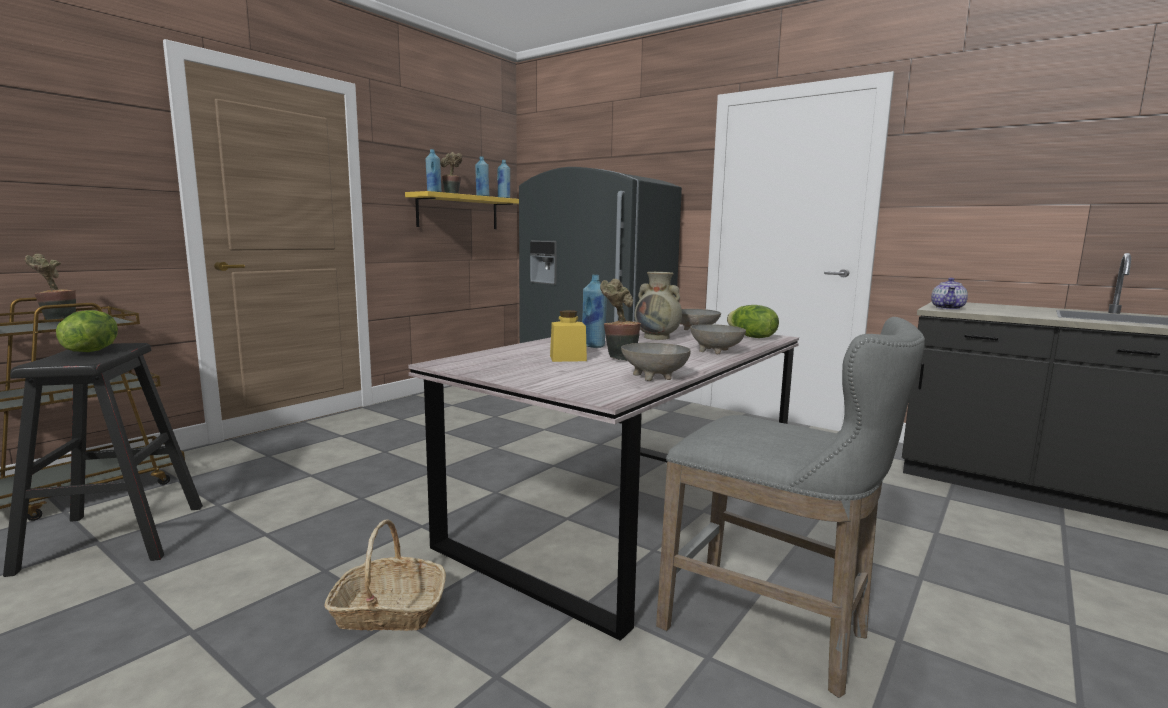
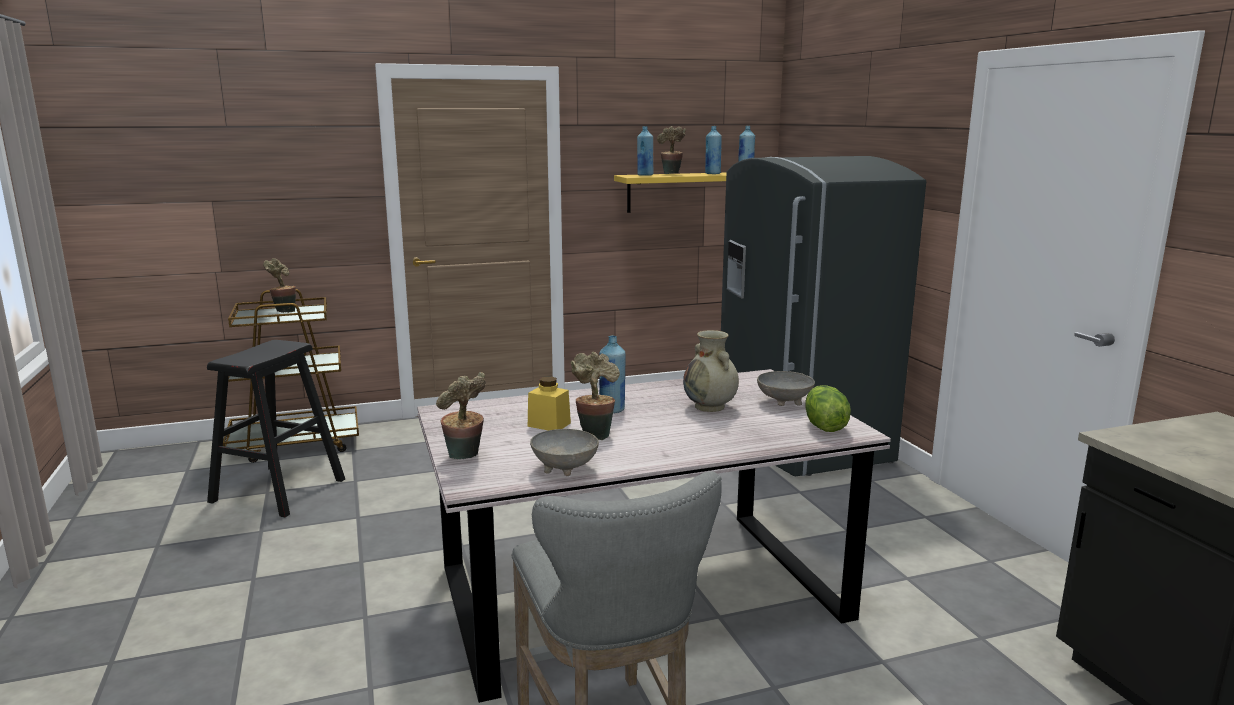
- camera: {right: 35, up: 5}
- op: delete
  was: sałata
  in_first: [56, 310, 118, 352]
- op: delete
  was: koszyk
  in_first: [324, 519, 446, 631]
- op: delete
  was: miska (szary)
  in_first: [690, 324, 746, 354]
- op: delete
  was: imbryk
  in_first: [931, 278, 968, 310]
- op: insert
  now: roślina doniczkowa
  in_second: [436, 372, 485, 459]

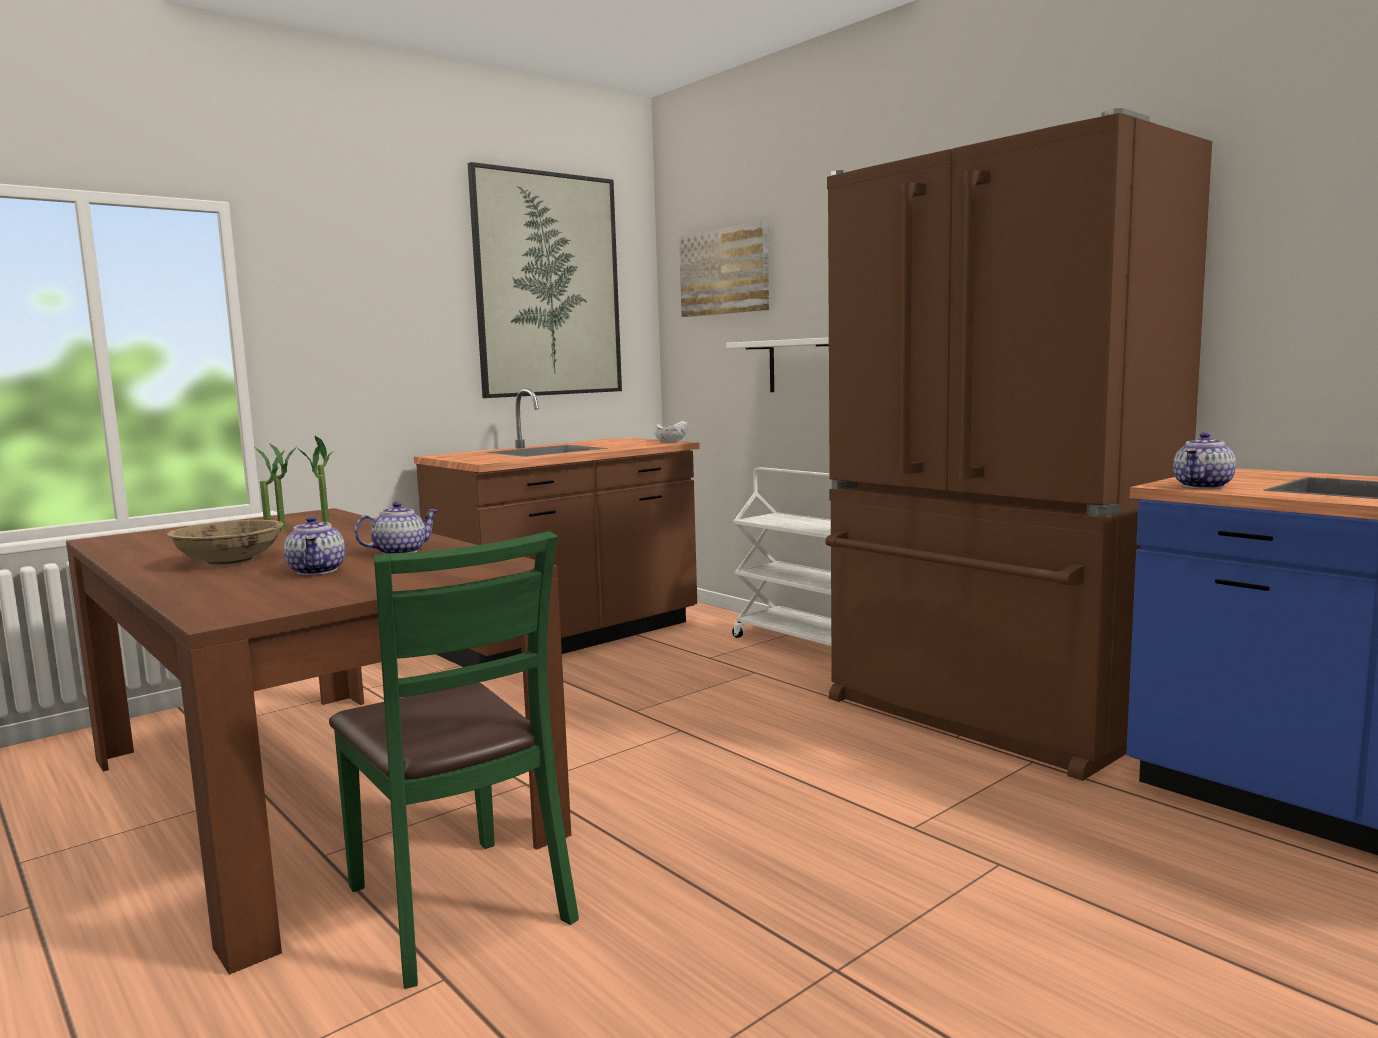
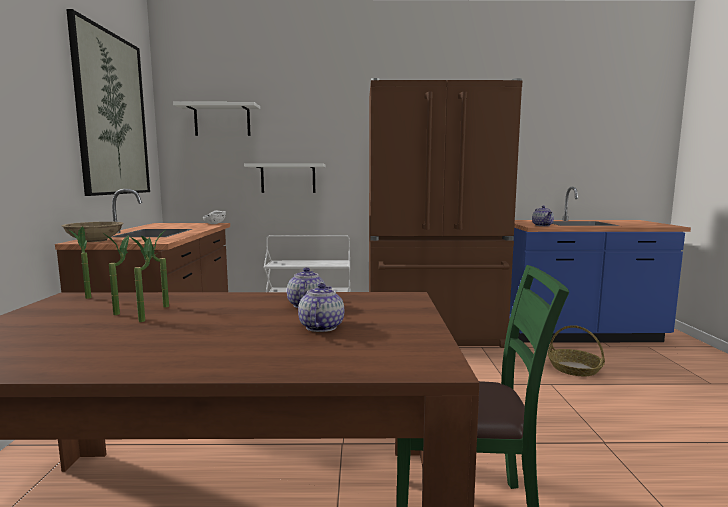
- camera: {right: -50, up: 0}
- op: move
  was: miska (beżowy)
  in_first: [167, 520, 283, 565]
  in_second: [62, 222, 124, 242]
- op: rotate
  was: imbryk
  in_first: [284, 516, 345, 575]
  in_second: [298, 283, 344, 332]
  clockwise: -105
- op: replace
  was: obraz
  now: półka (biały)
  in_first: [679, 221, 769, 317]
  in_second: [173, 102, 260, 136]
- op: insert
  now: koszyk
  in_second: [548, 325, 605, 376]

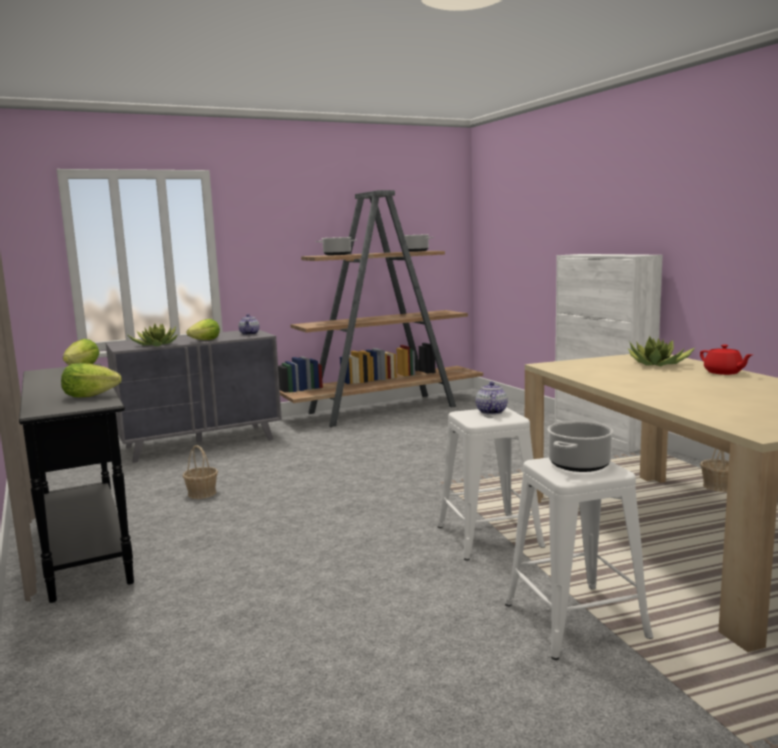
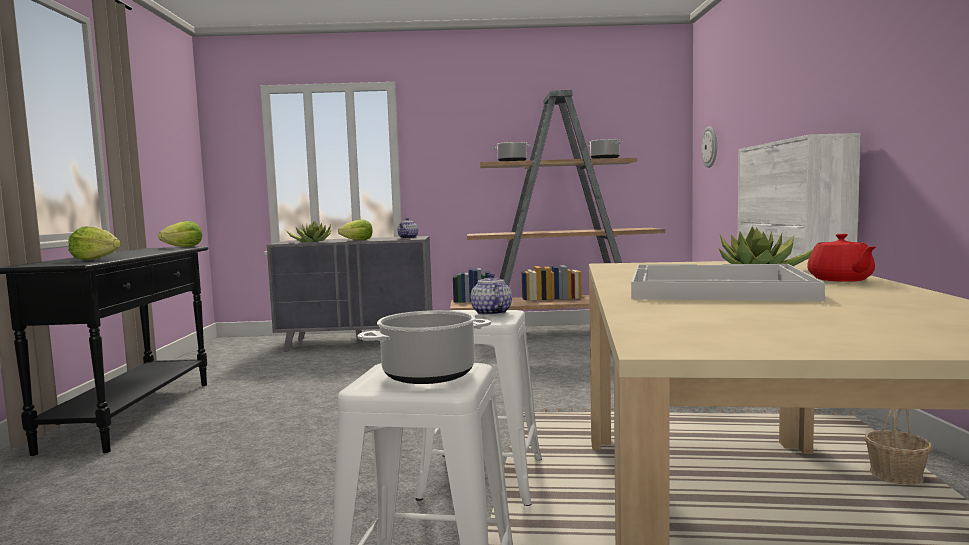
- camera: {right: 25, up: -5}
- op: delete
  was: koszyk
  in_first: [183, 445, 218, 499]
- op: rotate
  was: imbryk
  in_first: [475, 382, 508, 415]
  in_second: [471, 273, 512, 316]
  clockwise: -45
- op: insert
  now: taca (biały)
  in_second: [631, 264, 825, 301]
- op: insert
  now: zegar ścienny
  in_second: [701, 126, 717, 168]

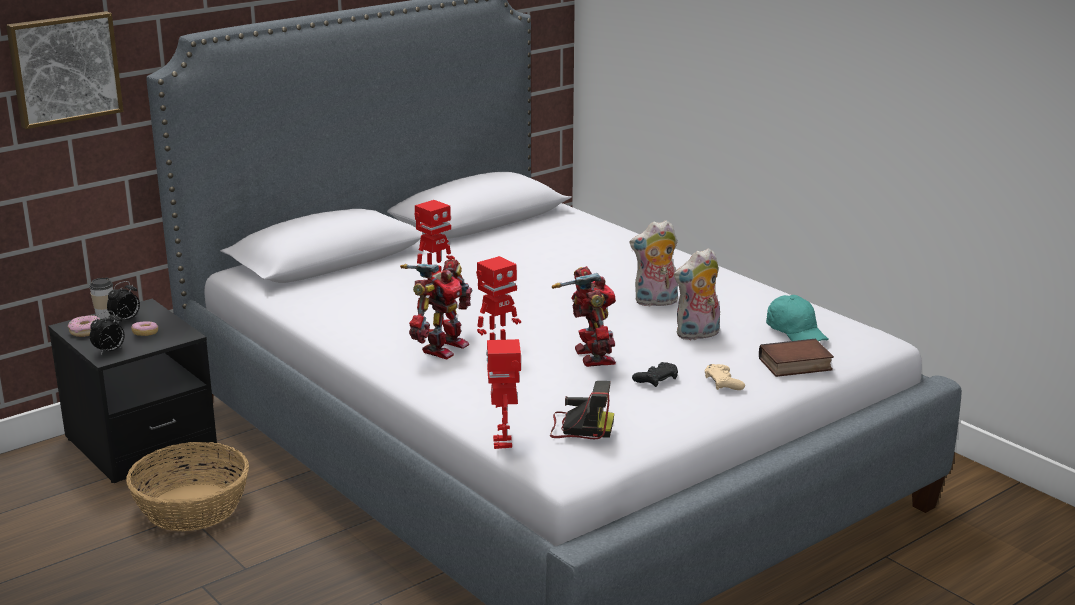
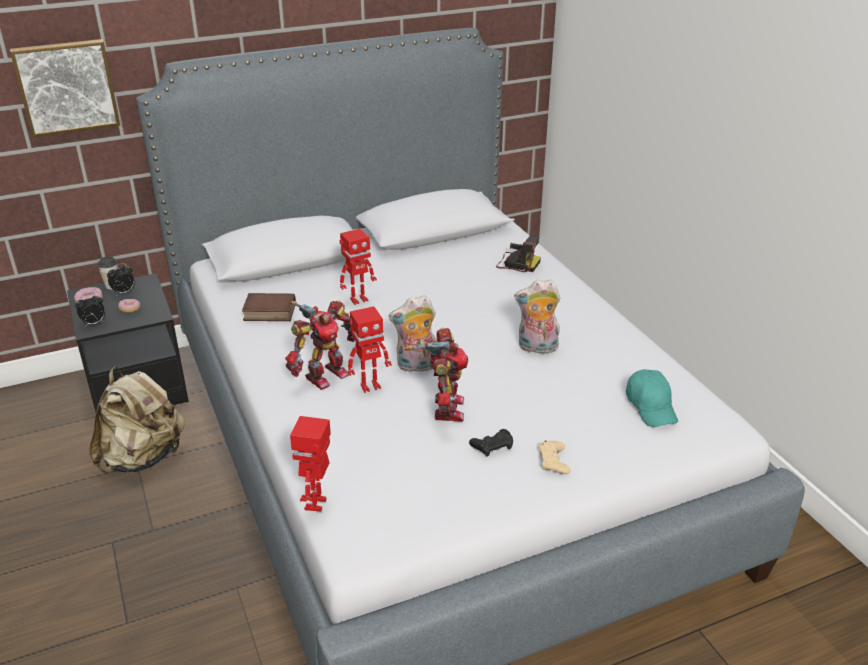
- camera: {right: 15, up: 10}
- op: replace
  was: koszyk
  now: plecak (beżowy)
  in_first: [126, 442, 249, 531]
  in_second: [89, 366, 185, 473]
- op: move
  was: aparat fotograficzny
  in_first: [550, 381, 614, 439]
  in_second: [496, 235, 541, 272]
- op: move
  was: pluszak
  in_first: [674, 248, 720, 340]
  in_second: [389, 295, 437, 372]
- op: move
  was: książka
  in_first: [759, 339, 834, 377]
  in_second: [242, 293, 296, 321]

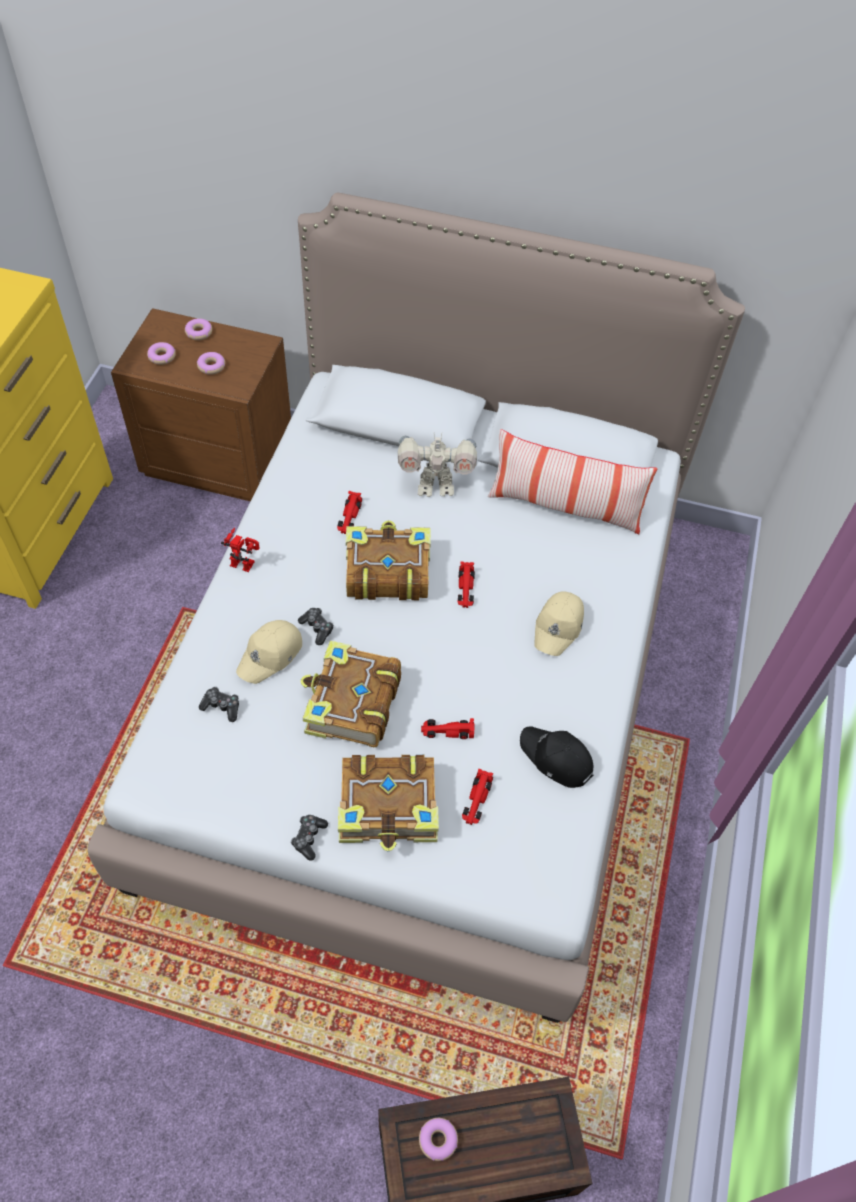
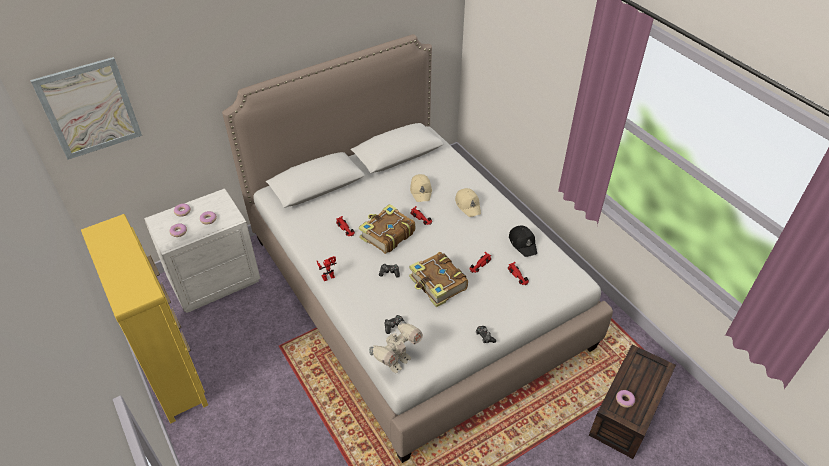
- camera: {right: -45, up: -10}
- op: recolor
  was: szafka nocna (brązowy)
  now: szafka nocna (biały)
  in_first: [111, 308, 291, 501]
  in_second: [144, 188, 261, 313]
- op: move
  was: czapka z daszkiem (beżowy)
  in_first: [236, 620, 302, 684]
  in_second: [410, 174, 432, 202]
- op: delete
  was: książka
  in_first: [338, 755, 439, 851]
- op: move
  was: robot zabawkowy
  in_first: [398, 434, 477, 497]
  in_second: [369, 321, 423, 373]
- op: delete
  was: poduszka
  in_first: [488, 429, 658, 534]
- op: rotate
  was: czapka z daszkiem (czarny)
  in_first: [520, 727, 594, 788]
  in_second: [509, 225, 537, 257]
  clockwise: -105
- op: insert
  now: obraz
  in_second: [30, 57, 142, 160]

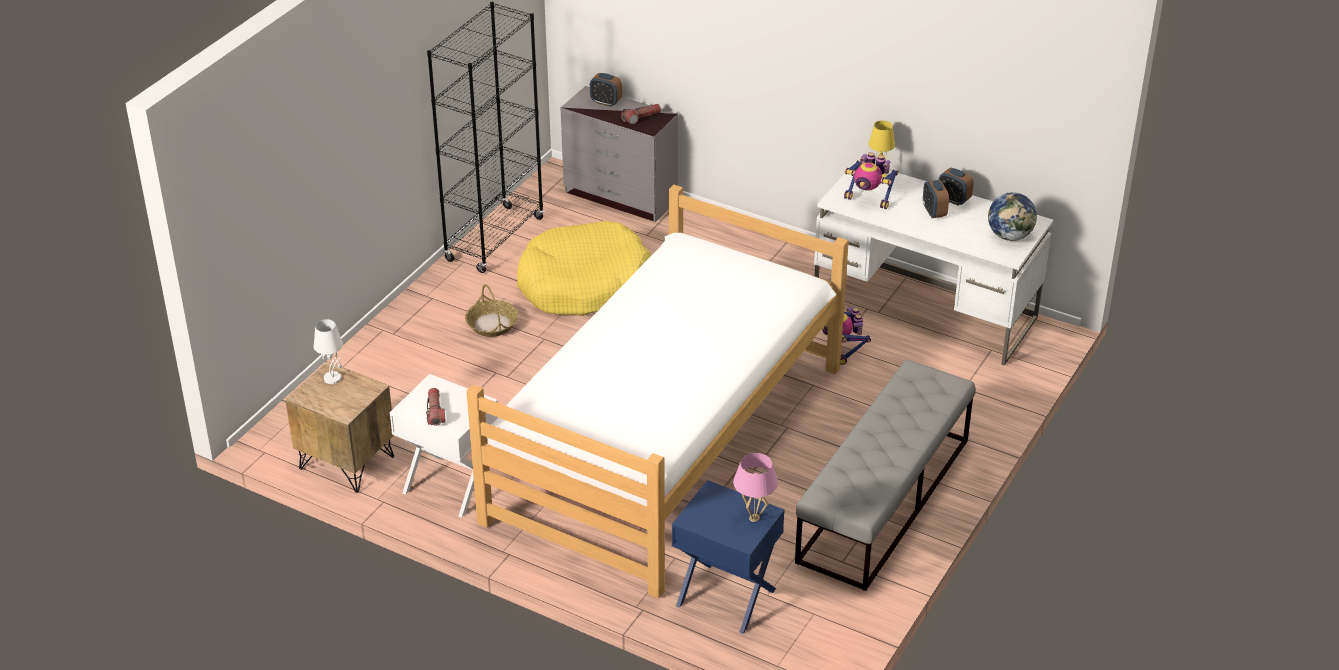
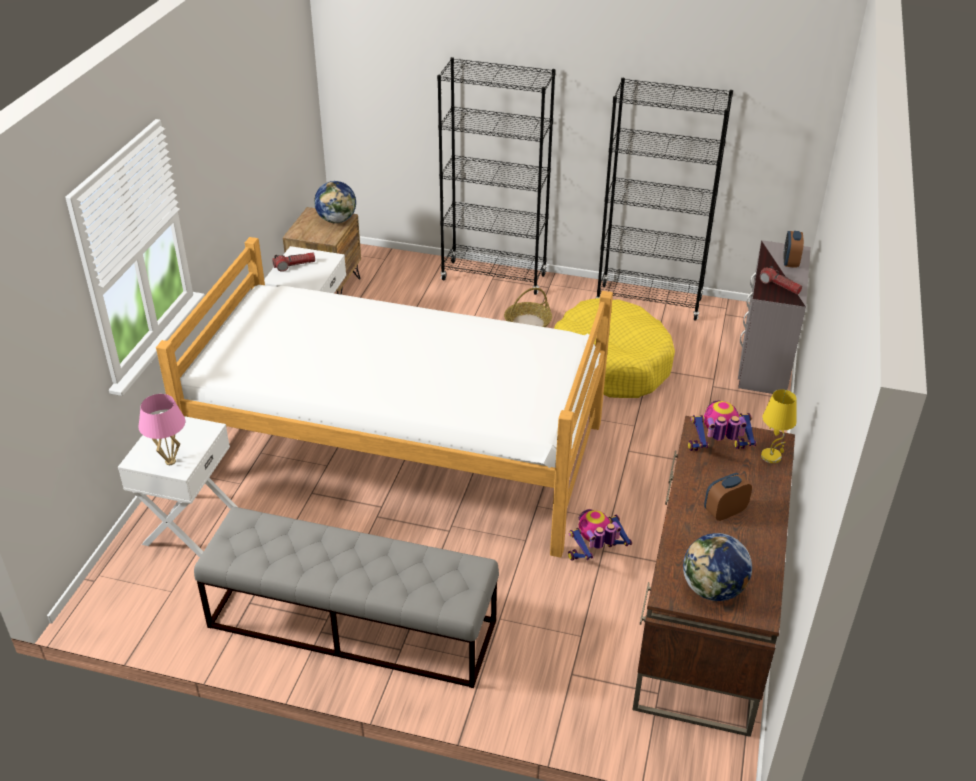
- camera: {right: 75, up: 0}
- op: replace
  was: lampa stołowa (biały)
  now: globus
  in_first: [314, 319, 343, 384]
  in_second: [314, 181, 356, 223]
- op: recolor
  was: szafka nocna (niebieski)
  now: szafka nocna (biały)
  in_first: [672, 480, 785, 634]
  in_second: [118, 412, 237, 557]
- op: recolor
  was: biurko (biały)
  now: biurko (brązowy)
  in_first: [814, 160, 1053, 365]
  in_second: [632, 416, 795, 737]
- op: rotate
  was: robot zabawkowy
  in_first: [844, 152, 898, 209]
  in_second: [688, 401, 757, 451]
  clockwise: 75
- op: delete
  was: budzik
  in_first: [939, 168, 974, 206]
- op: insert
  now: regał (czarny)
  in_second: [437, 57, 556, 295]

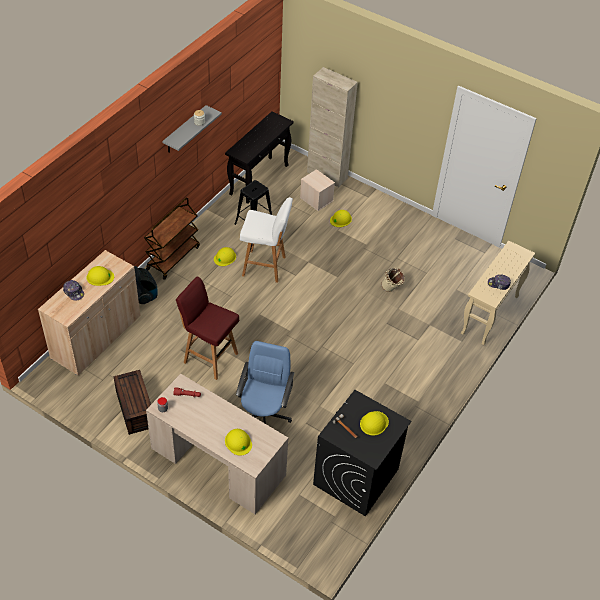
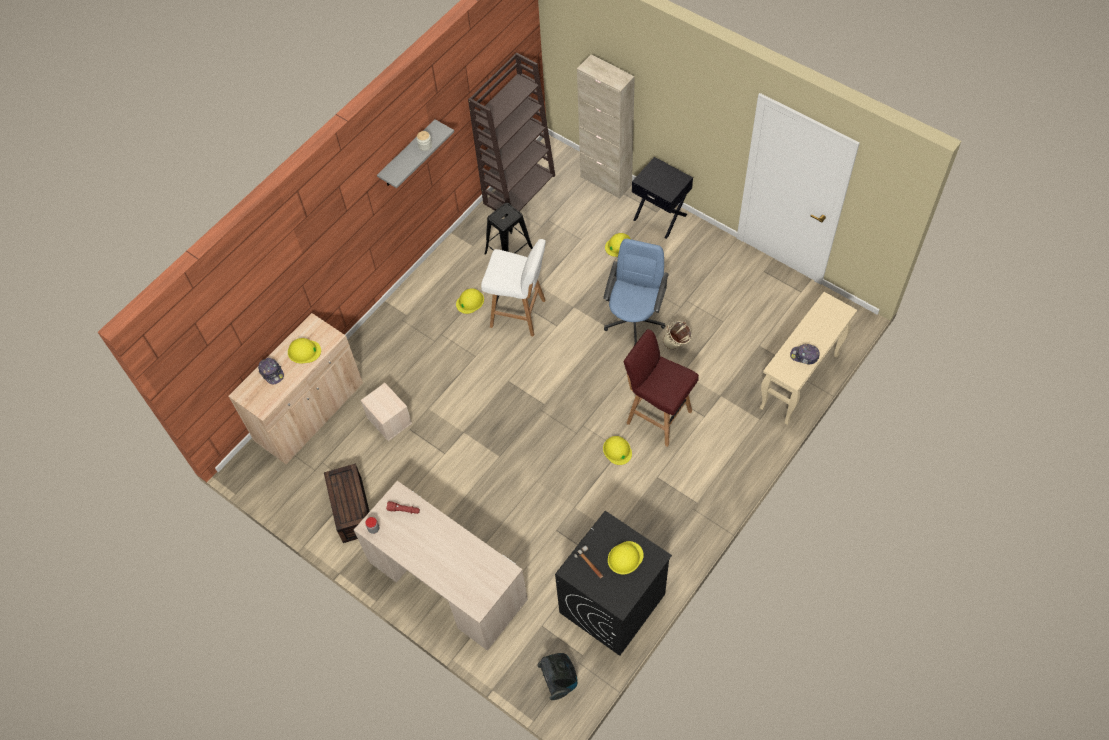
- camera: {right: 10, up: 10}
- op: move
  was: odkurzacz
  in_first: [134, 266, 158, 304]
  in_second: [537, 653, 577, 700]
- op: delete
  was: wózek (brązowy)
  in_first: [144, 197, 200, 280]
- op: move
  was: stołek (czerwony)
  in_first: [176, 277, 239, 380]
  in_second: [624, 329, 699, 447]
- op: replace
  was: stolik konsolowy (czarny)
  now: regał (brązowy)
  in_first: [225, 111, 294, 204]
  in_second: [468, 52, 555, 211]
- op: move
  was: kask (żółty)
  in_first: [225, 429, 252, 456]
  in_second: [603, 436, 632, 465]
- op: move
  was: krzesło biurowe (niebieski)
  in_first: [236, 341, 294, 424]
  in_second: [603, 238, 669, 346]
- op: move
  was: pojemnik do przechowywania (beżowy)
  in_first: [300, 169, 335, 211]
  in_second: [360, 383, 412, 441]
- op: insert
  now: szafka nocna (czarny)
  in_second: [632, 157, 693, 239]

